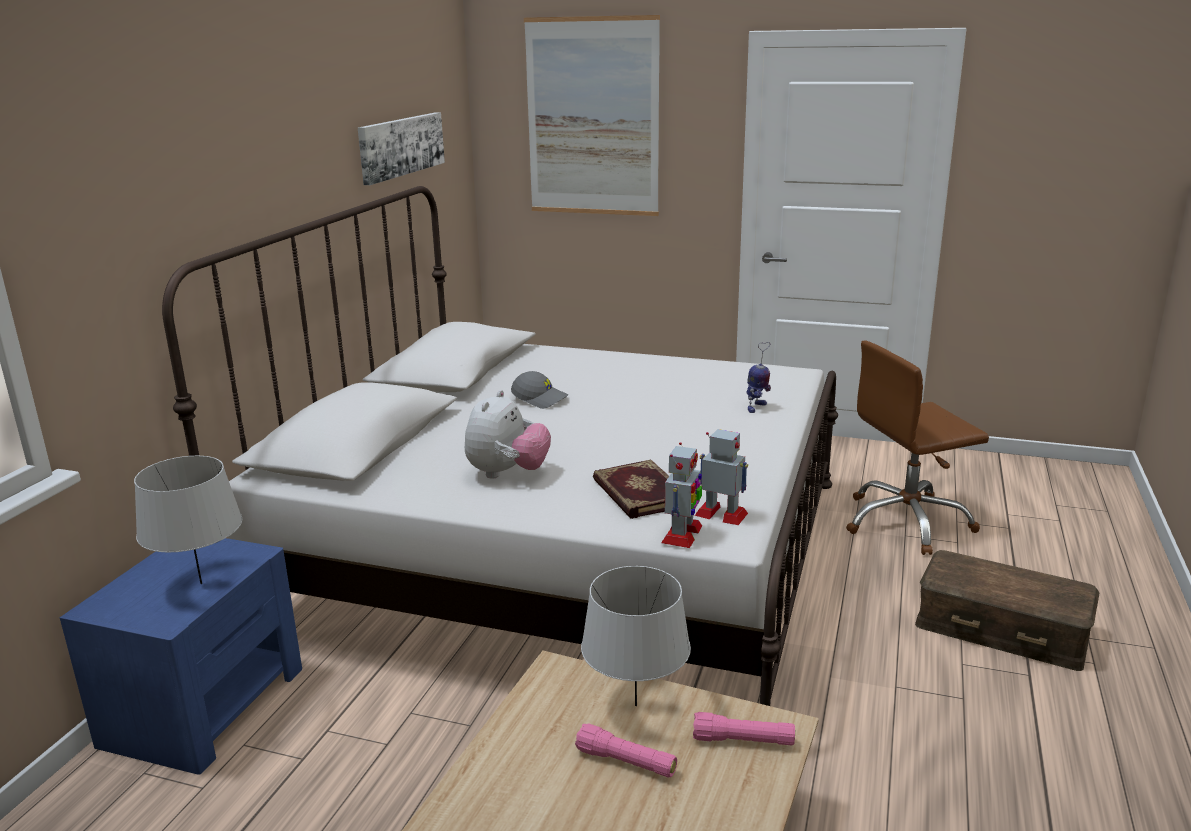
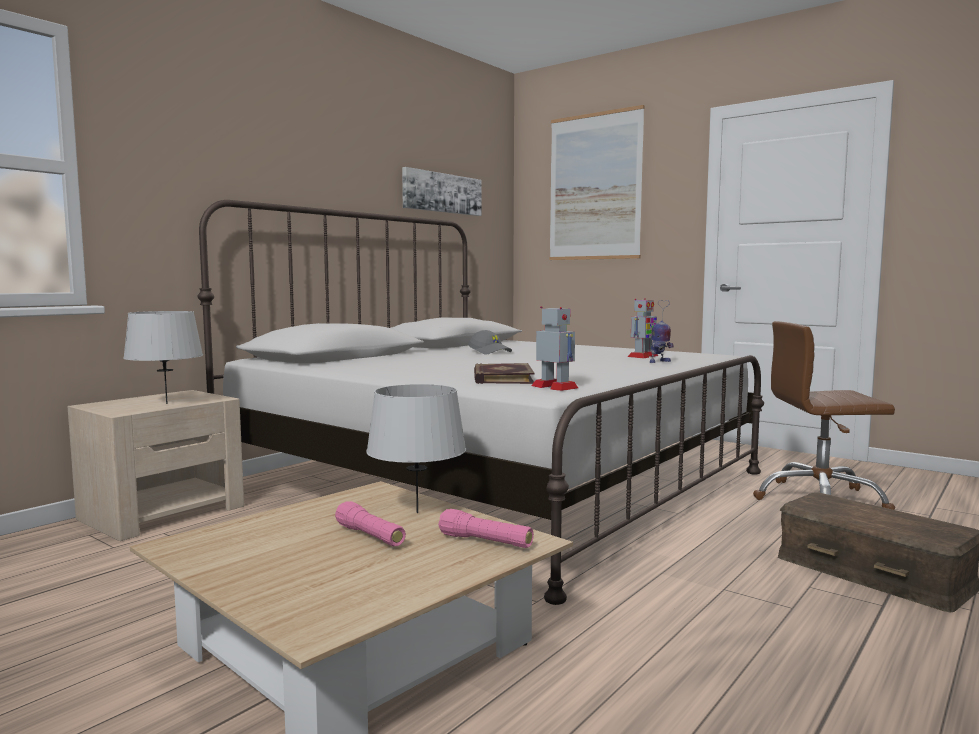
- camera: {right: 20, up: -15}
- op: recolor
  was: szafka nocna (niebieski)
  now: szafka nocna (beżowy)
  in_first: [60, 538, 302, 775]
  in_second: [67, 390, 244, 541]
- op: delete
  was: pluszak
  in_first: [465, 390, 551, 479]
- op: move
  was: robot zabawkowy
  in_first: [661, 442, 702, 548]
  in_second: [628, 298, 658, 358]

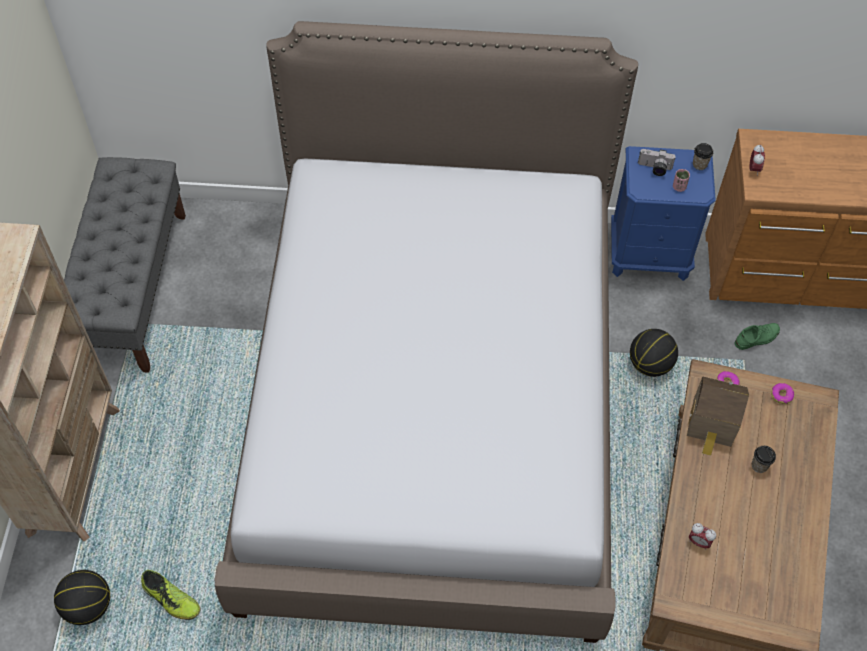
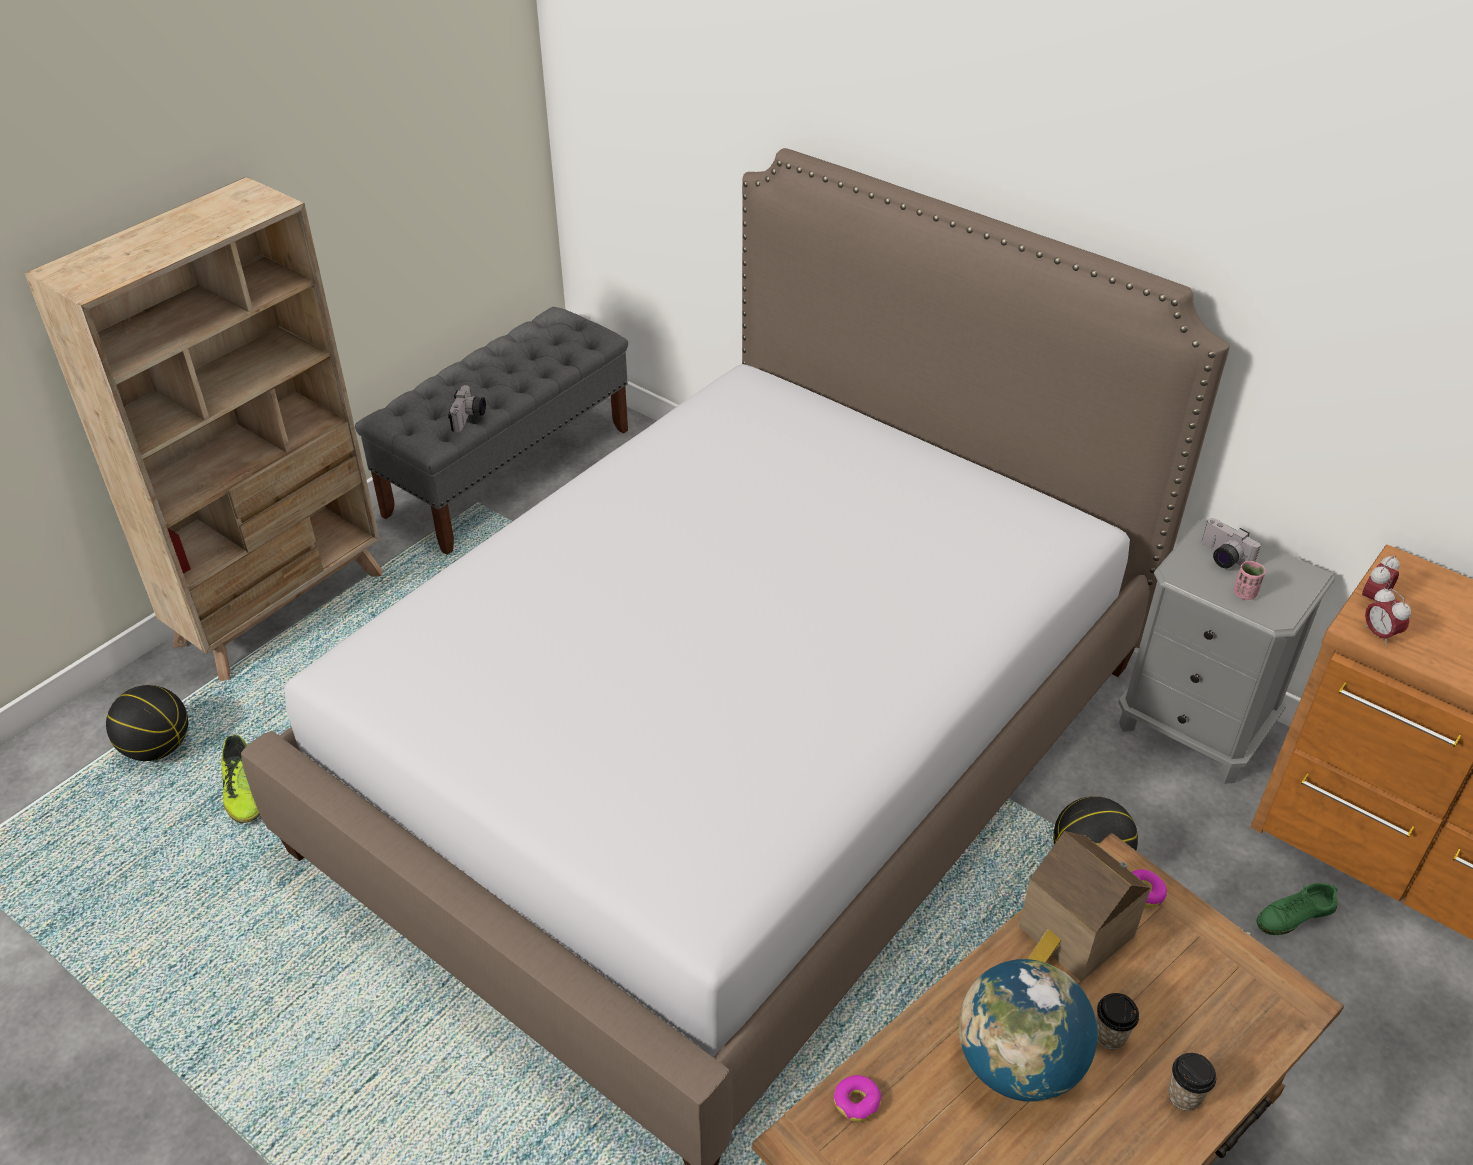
- camera: {right: 35, up: -15}
- op: recolor
  was: szafka nocna (niebieski)
  now: szafka nocna (szary)
  in_first: [611, 146, 716, 281]
  in_second: [1118, 519, 1335, 784]
- op: move
  was: budzik
  in_first: [689, 523, 716, 550]
  in_second: [1364, 588, 1411, 646]
- op: move
  was: filiżanka
  in_first: [693, 143, 713, 170]
  in_second: [1168, 1053, 1216, 1111]
- op: rotate
  was: but (zielony)
  in_first: [735, 323, 780, 350]
  in_second: [1257, 883, 1338, 935]
  clockwise: 150
- op: move
  was: donut
  in_first: [771, 383, 794, 404]
  in_second: [834, 1075, 881, 1122]
- op: insert
  now: aparat fotograficzny
  in_second: [448, 385, 486, 432]
- op: insert
  now: globus
  in_second: [959, 959, 1098, 1102]

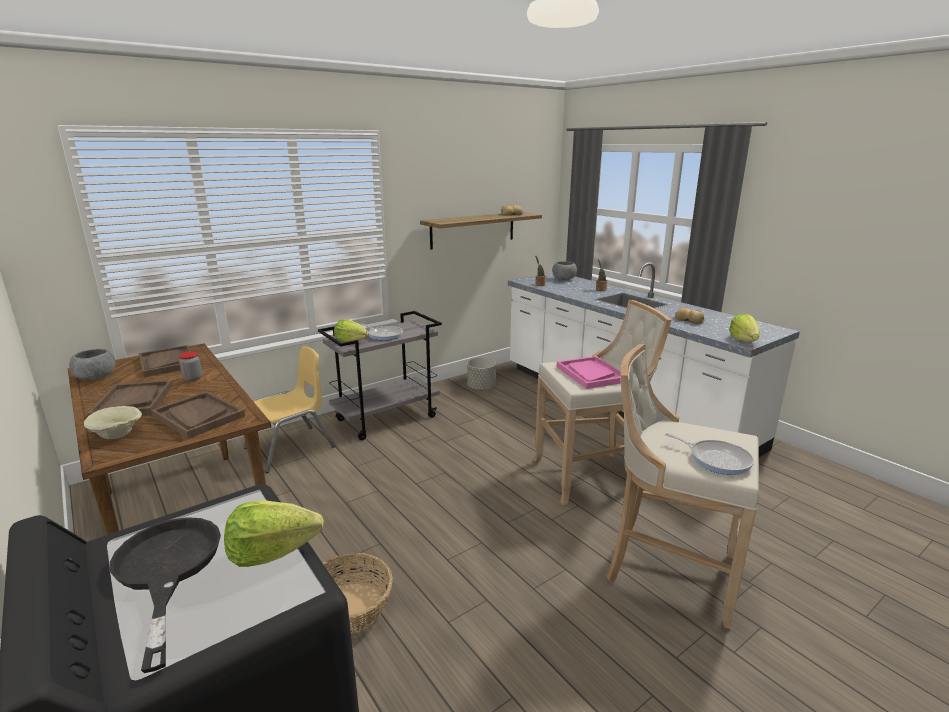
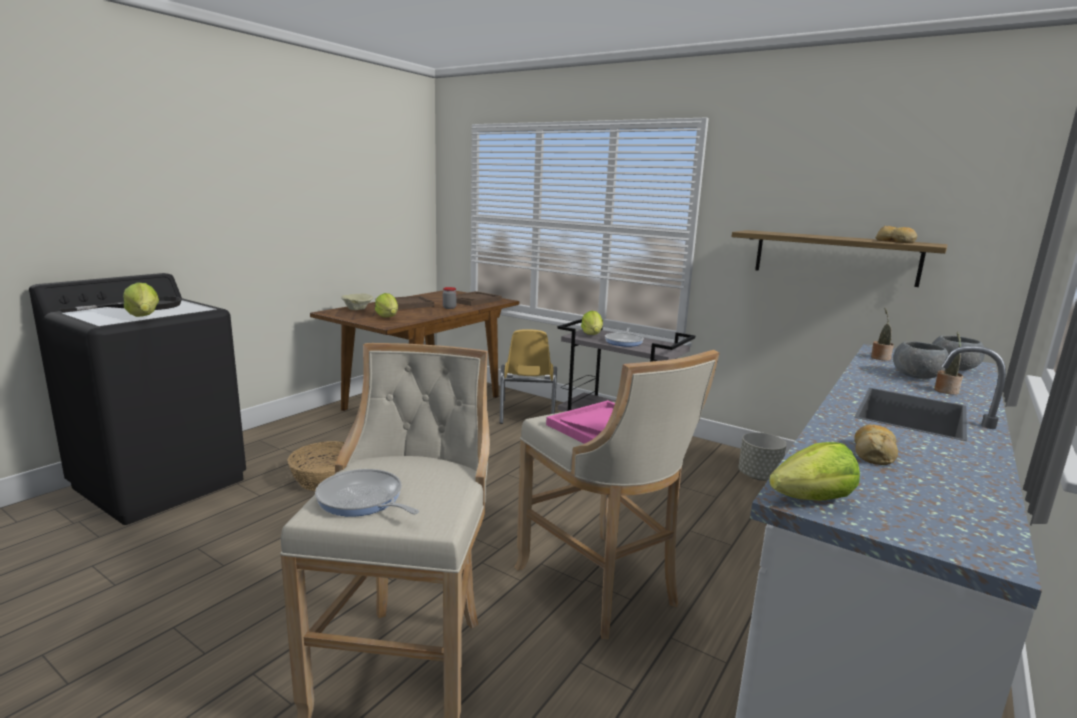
- camera: {right: 70, up: -5}
- op: move
  was: miska (szary)
  in_first: [69, 349, 115, 380]
  in_second: [893, 341, 949, 379]
- op: replace
  was: taca (brązowy)
  now: sałata
  in_first: [151, 391, 245, 439]
  in_second: [375, 293, 398, 317]
- op: rotate
  was: krzesło (żółty)
  in_first: [244, 346, 335, 473]
  in_second: [500, 329, 557, 424]
  clockwise: 60
- op: rotate
  was: patelnia
  in_first: [665, 433, 754, 475]
  in_second: [315, 469, 419, 517]
  clockwise: 105

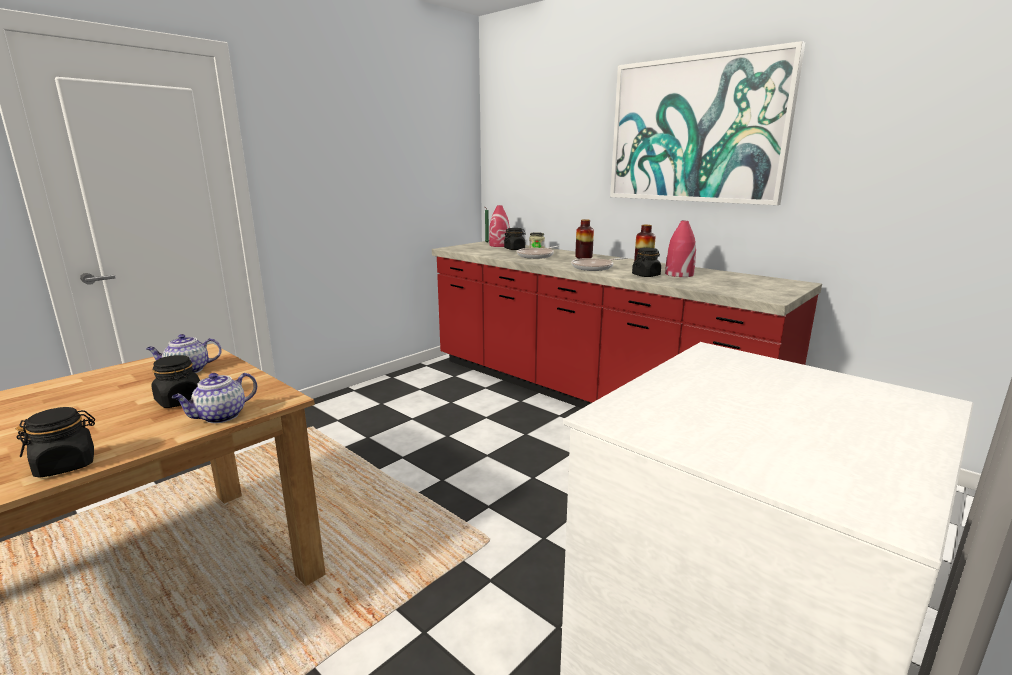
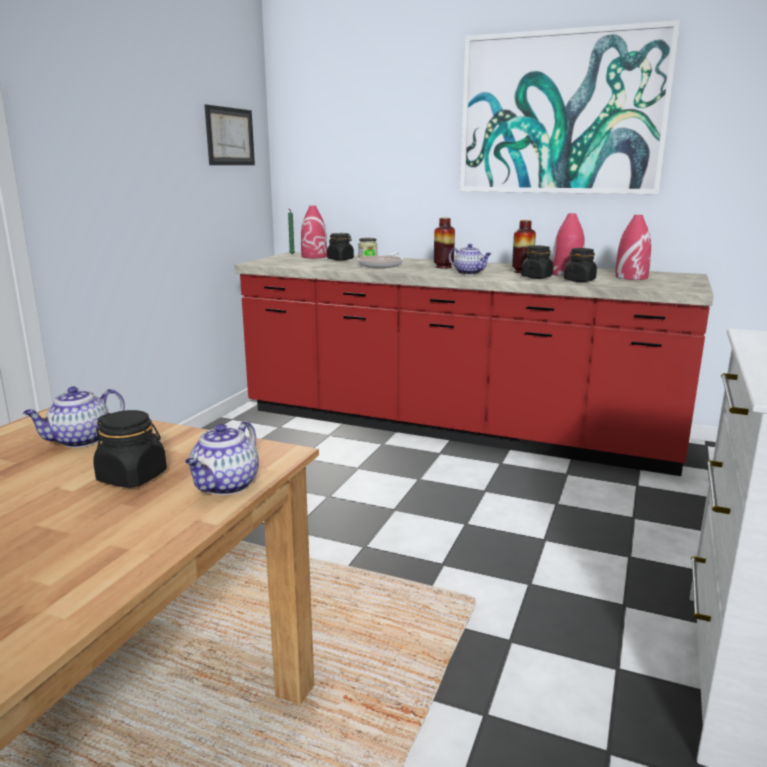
- camera: {right: -20, up: 0}
- op: move
  was: słoik (czarny)
  in_first: [16, 407, 95, 478]
  in_second: [564, 248, 597, 282]
- op: replace
  was: patelnia
  now: imbryk
  in_first: [571, 257, 628, 271]
  in_second: [449, 244, 491, 275]
- op: insert
  now: obraz
  in_second: [205, 105, 255, 165]
- op: insert
  now: wazon (czerwony)
  in_second: [615, 215, 651, 280]

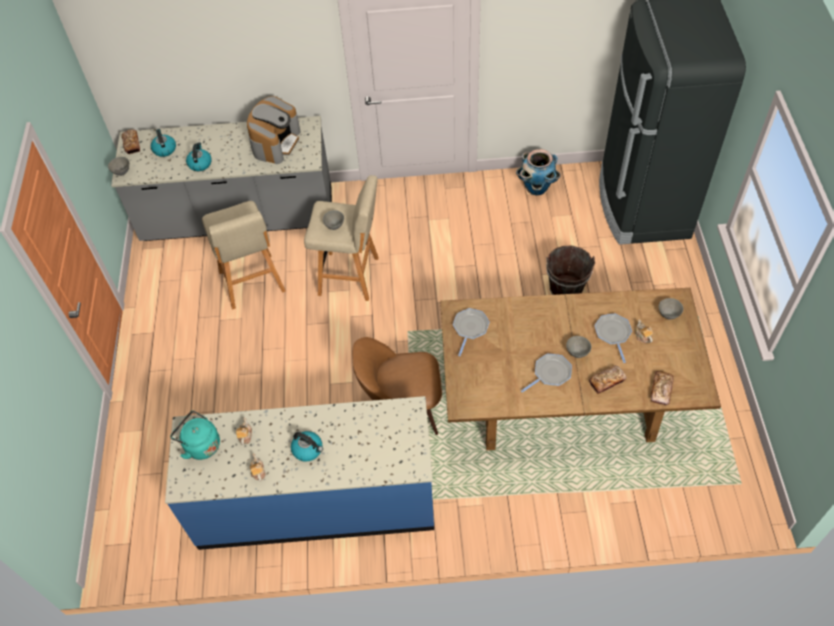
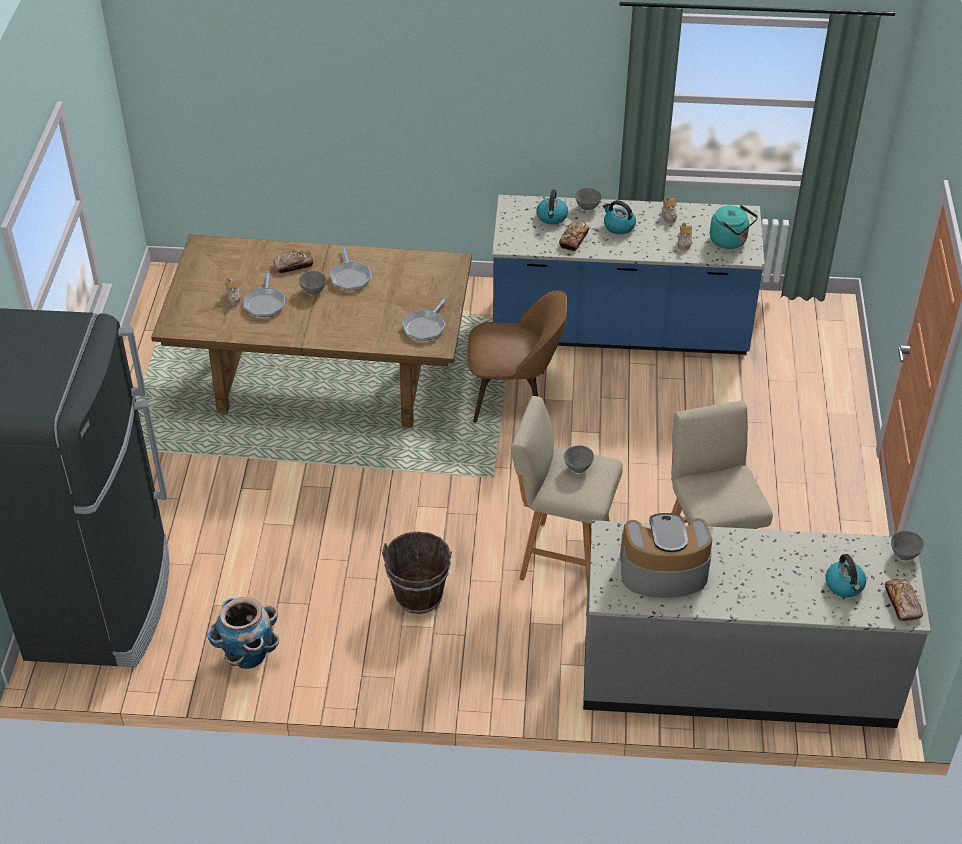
- camera: {right: -175, up: -10}
- op: move
  was: czajnik
  in_first: [186, 142, 212, 171]
  in_second: [536, 189, 568, 225]
- op: rotate
  was: ekspres do kawy
  in_first: [247, 96, 301, 164]
  in_second: [620, 513, 712, 598]
  clockwise: 60
- op: rotate
  was: patelnia
  in_first: [521, 354, 572, 392]
  in_second: [330, 247, 372, 291]
  clockwise: -75
- op: move
  was: wiadro (brązowy)
  in_first: [546, 246, 595, 295]
  in_second: [382, 531, 452, 614]
- op: move
  was: chleb
  in_first: [651, 371, 674, 405]
  in_second: [559, 222, 590, 251]
- op: move
  was: miska (szary)
  in_first: [659, 298, 683, 319]
  in_second: [575, 188, 602, 210]

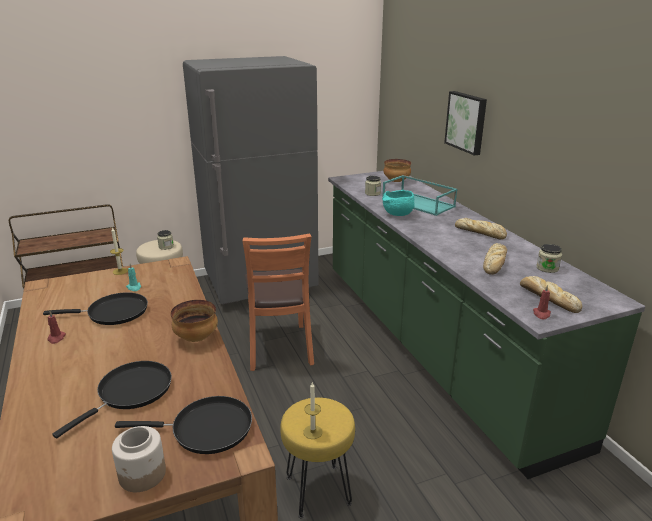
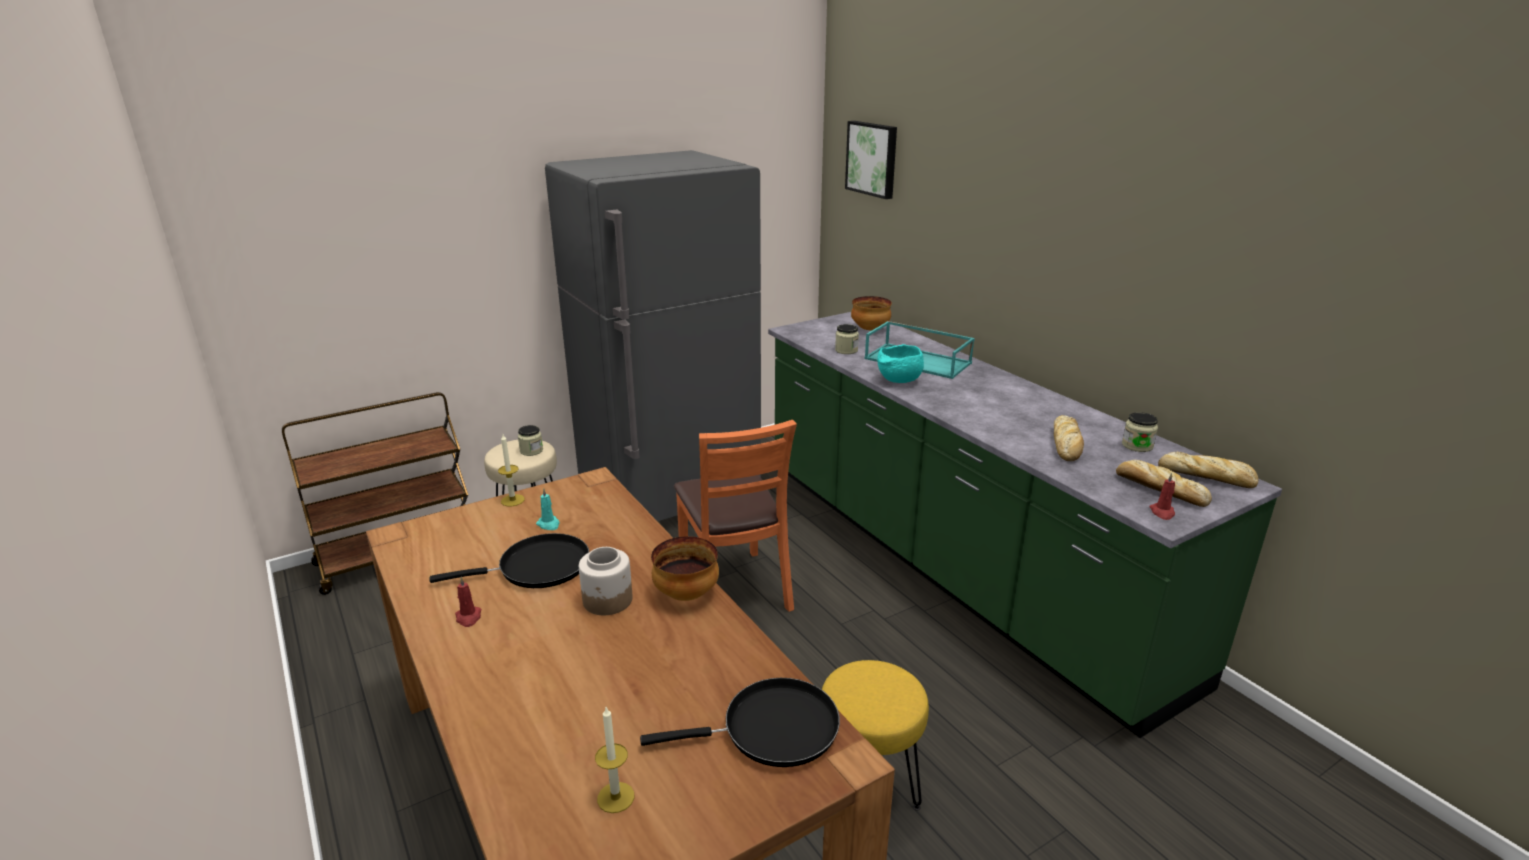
- camera: {right: -10, up: 0}
- op: delete
  was: patelnia (czarny)
  in_first: [52, 361, 172, 438]
- op: move
  was: słoik
  in_first: [112, 426, 166, 492]
  in_second: [579, 547, 633, 615]
- op: move
  was: świeca
  in_first: [303, 382, 323, 439]
  in_second: [595, 707, 634, 813]
- op: move
  was: obraz
  in_first: [444, 91, 487, 156]
  in_second: [845, 121, 897, 199]
- op: move
  was: chleb
  in_first: [455, 218, 507, 240]
  in_second: [1158, 451, 1259, 488]

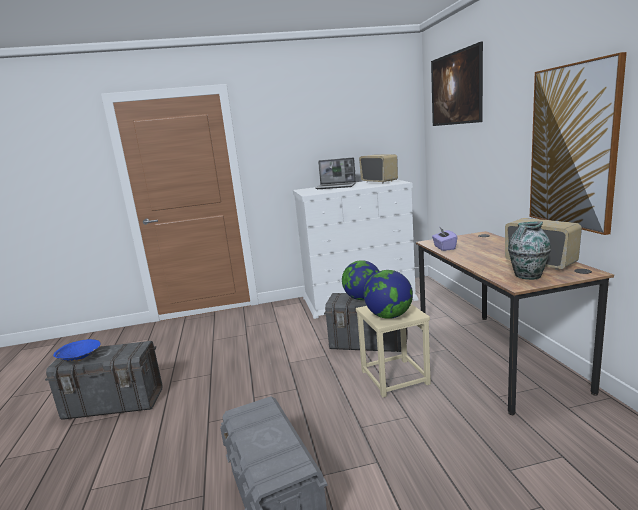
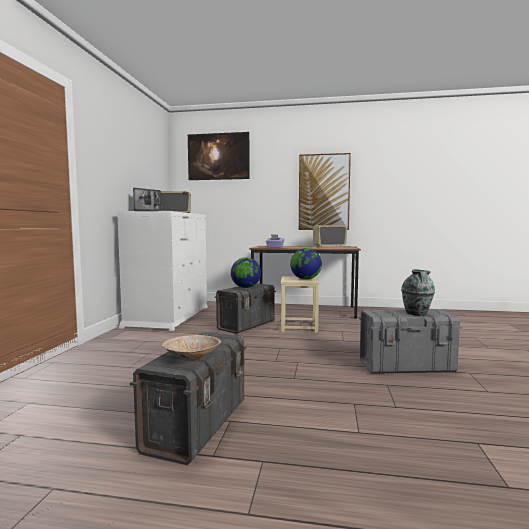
- camera: {right: -70, up: -10}
- op: recolor
  was: miska (niebieski)
  now: miska (beżowy)
  in_first: [53, 339, 100, 361]
  in_second: [162, 335, 221, 361]
- op: move
  was: wazon
  in_first: [508, 221, 551, 280]
  in_second: [401, 269, 435, 316]

